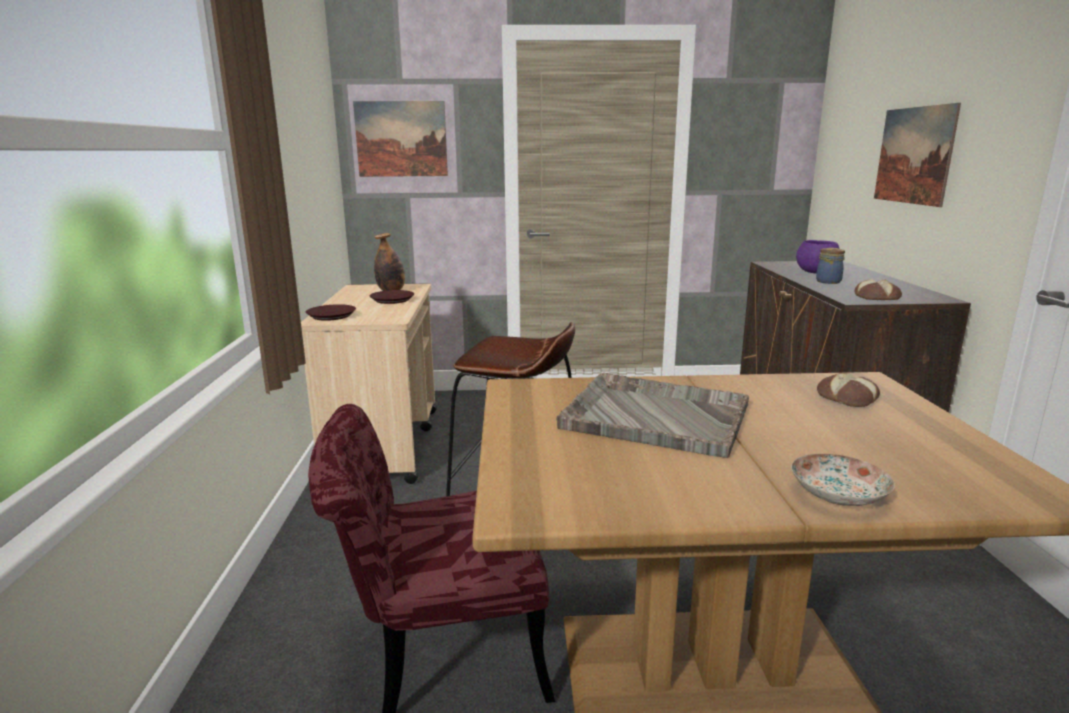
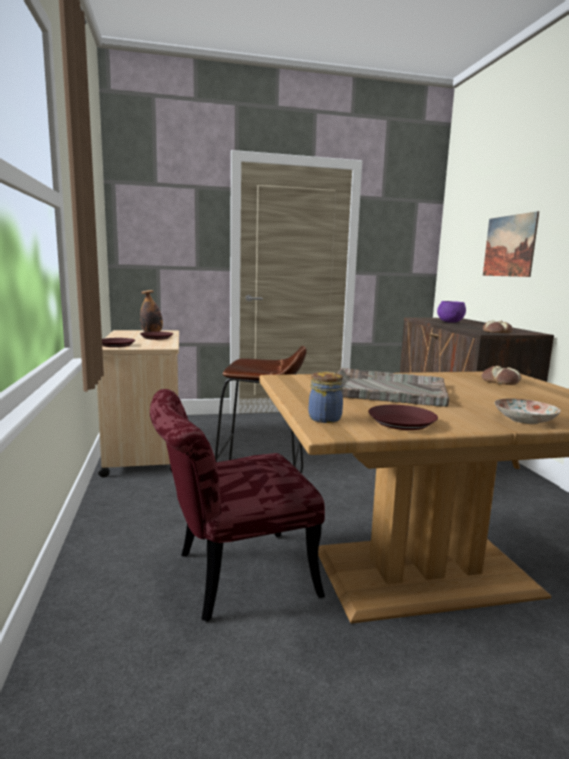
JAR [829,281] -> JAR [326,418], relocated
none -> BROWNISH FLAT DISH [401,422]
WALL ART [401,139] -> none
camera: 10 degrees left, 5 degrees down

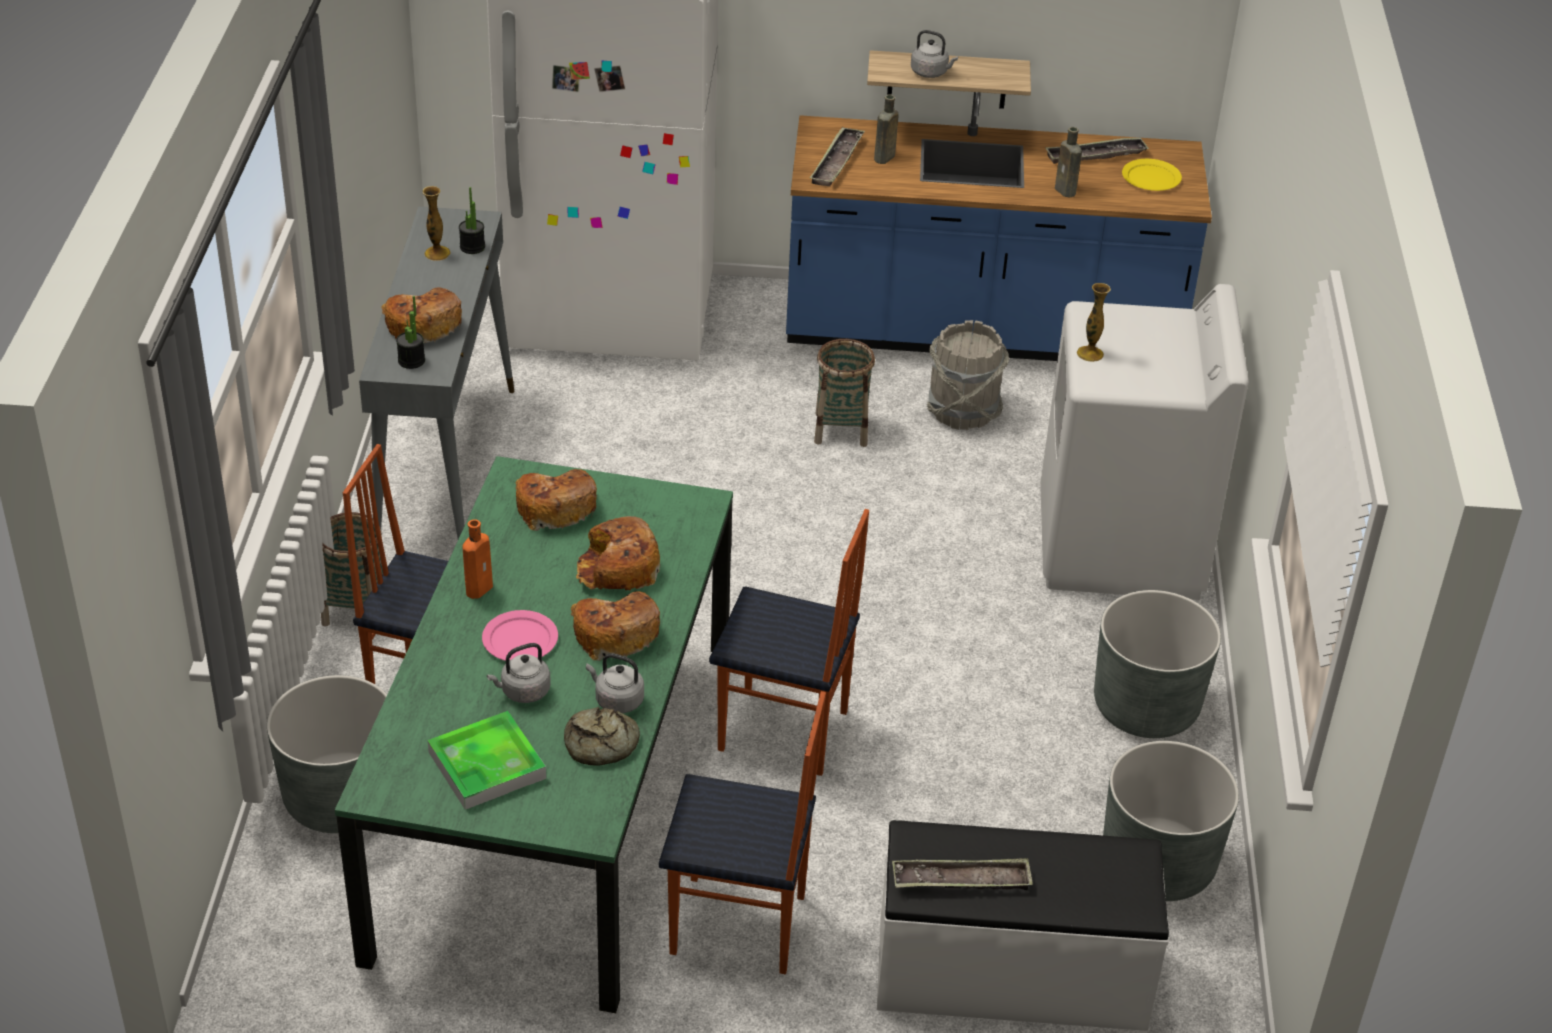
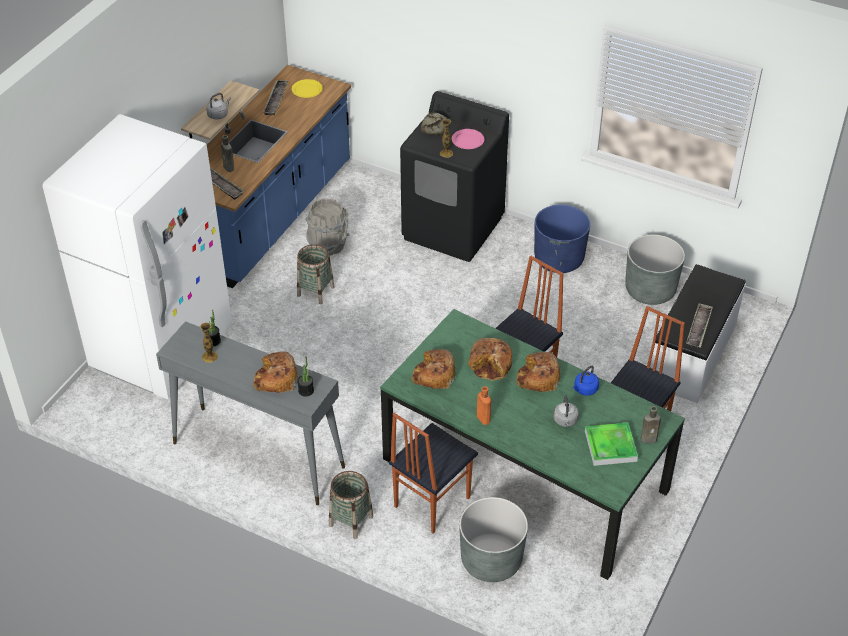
WHITE-COLOURED LAUNDRY MACHINE [1120,545] -> BLACK-COLOURED LAUNDRY MACHINE [453,228]
BAKED BREAD [601,744] -> BAKED BREAD [435,127], relocated
PINK-COLOURED FLAT DISH [520,640] -> PINK-COLOURED FLAT DISH [468,140], relocated
GREYISH FLOWER POT [1146,707] -> BLUE FLOWER POT [559,259]
GREYISH WATER KETTLE [617,700] -> BLUE WATER KETTLE [584,390]
BROWNISH DRINK BOTTLE [1066,191] -> BROWNISH DRINK BOTTLE [650,439], relocated
camera: 65 degrees left, 5 degrees up

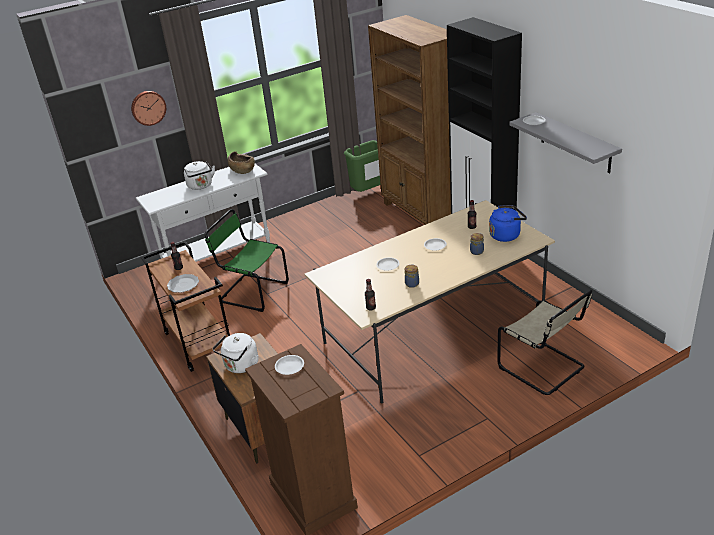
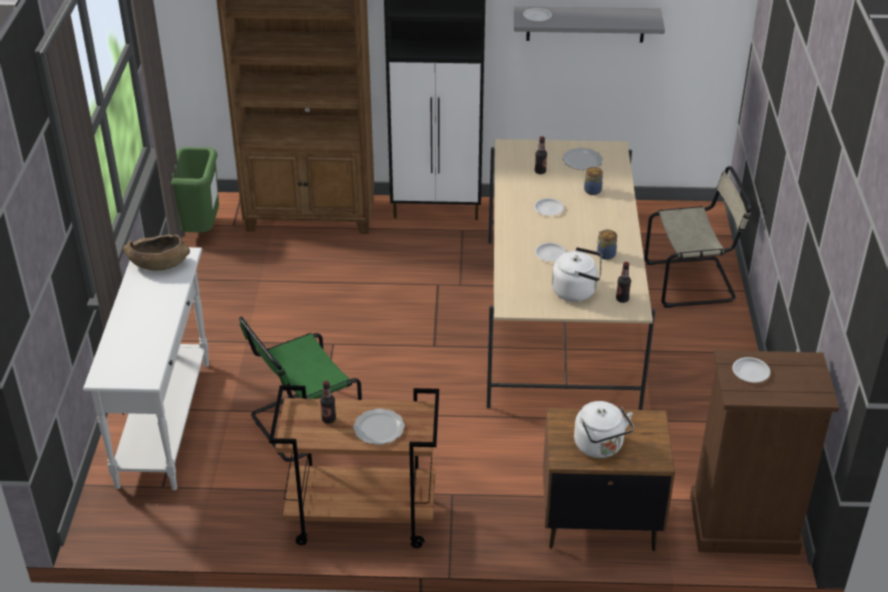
WHITE-COLOURED WATER KETTLE [201,186] -> WHITE-COLOURED WATER KETTLE [577,291], relocated
BLUE WATER KETTLE [506,235] -> FLAT DISH [583,160]
HANGING CLOCK [148,107] -> none
camera: 60 degrees left, 5 degrees up

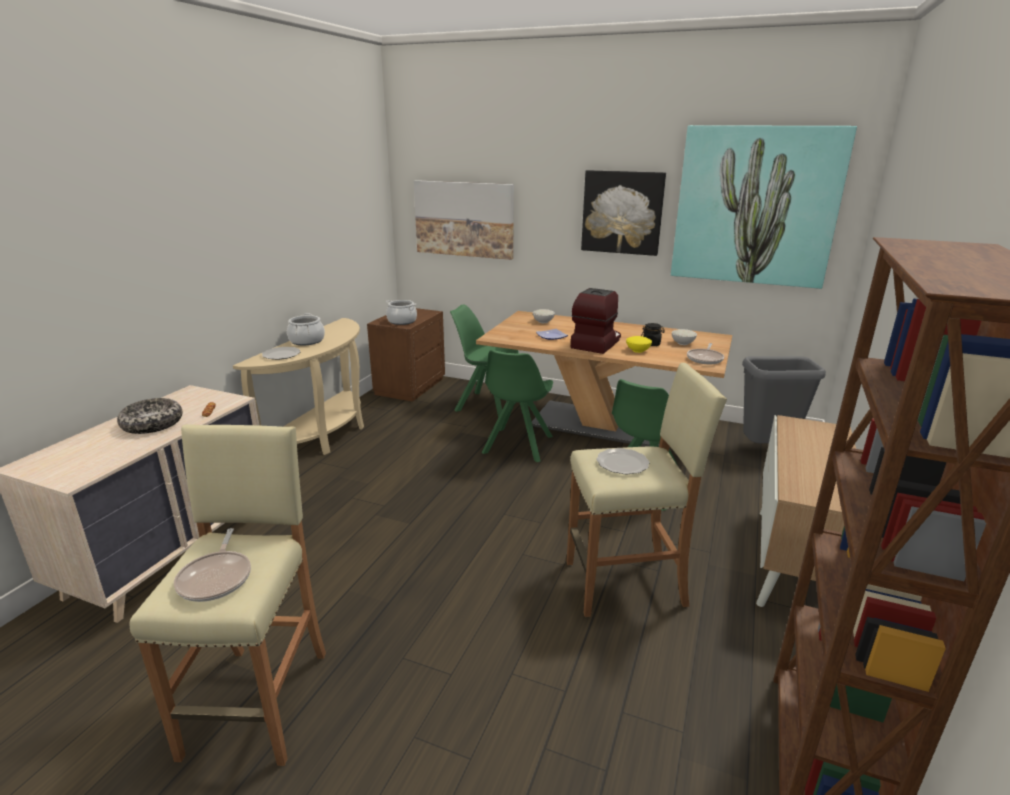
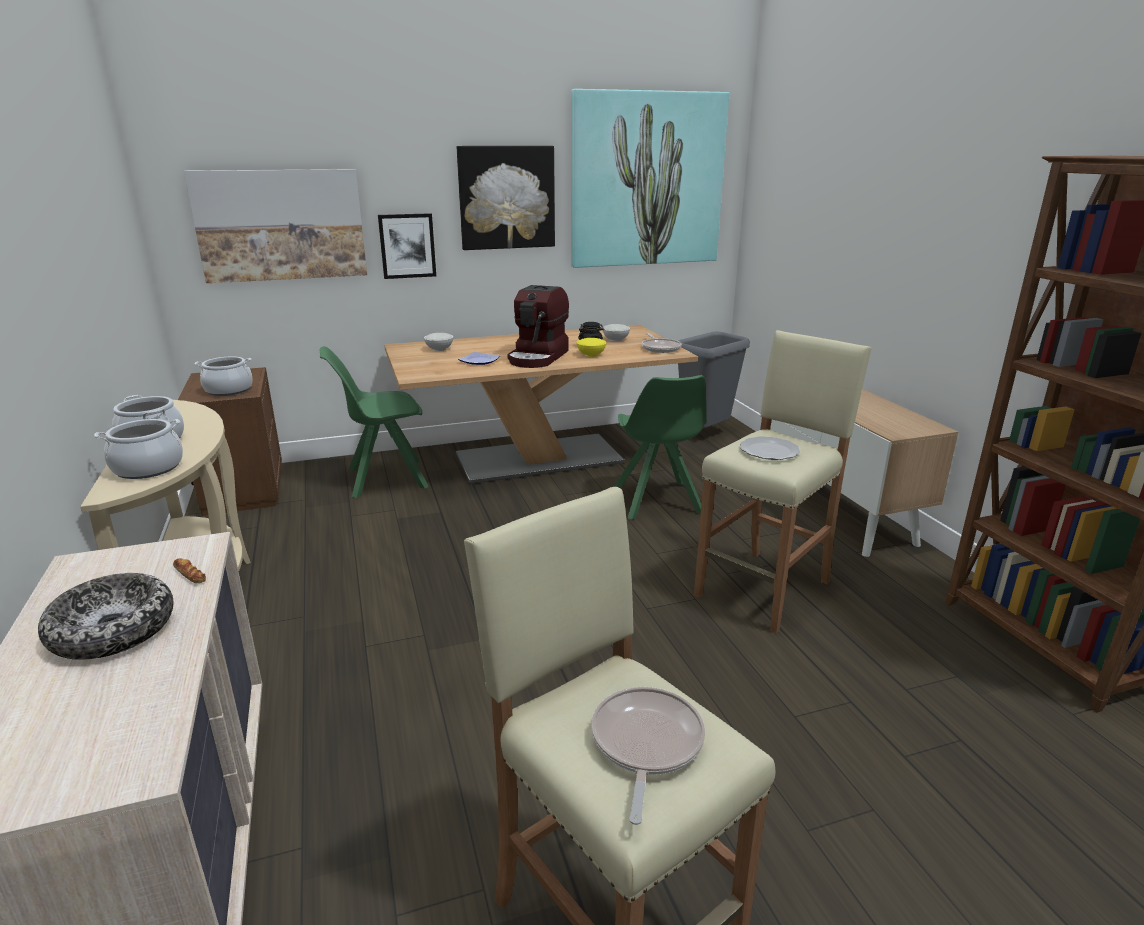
FLAT DISH [282,354] -> STOCKPOT [148,468]
none -> WALL ART [407,246]
COFFEE BREWER [596,343] -> COFFEE BREWER [538,357], 150 degrees counterclockwise
PAN [216,578] -> PAN [645,744], 120 degrees counterclockwise
GREEN-COLOURED PLAIN CHAIR [517,445] -> none
camera: 40 degrees left, 0 degrees up

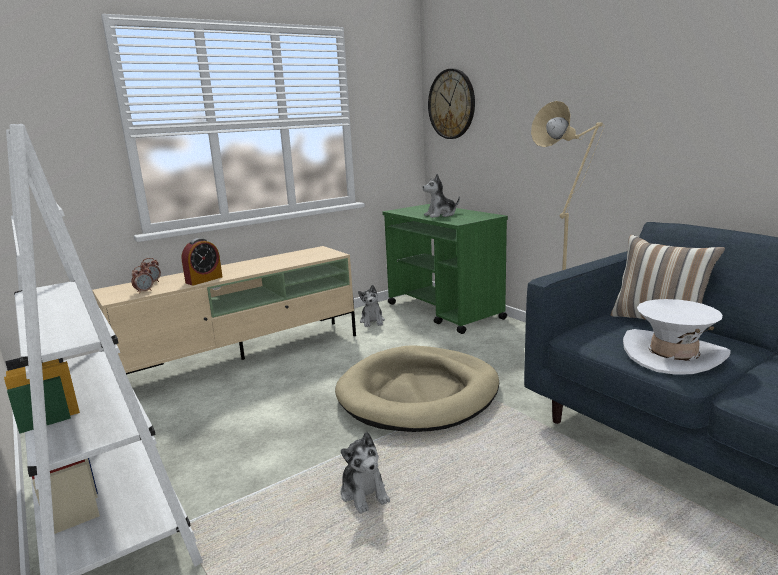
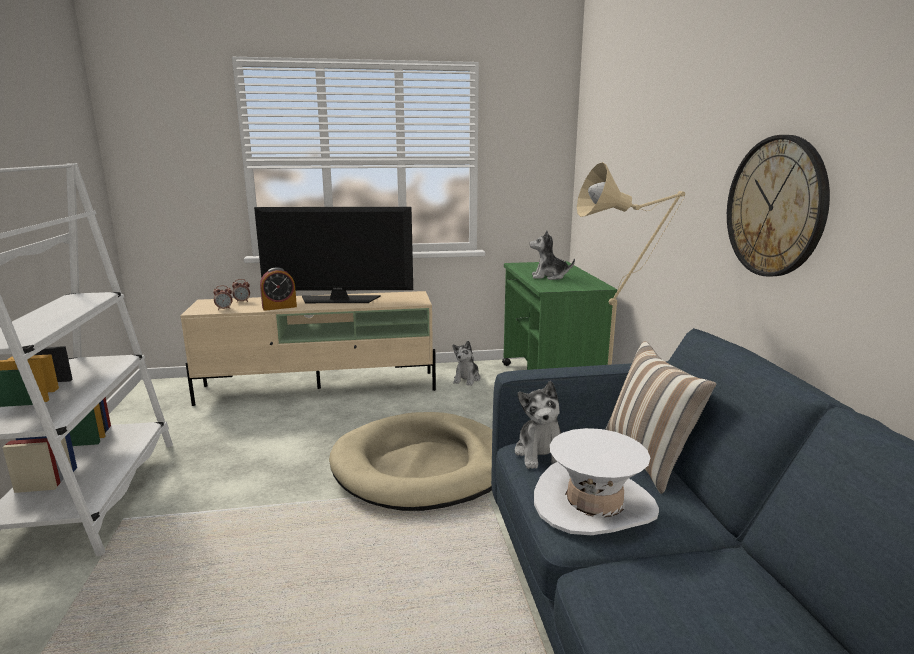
none -> TV [339,299]
CUDDLY TOY [364,493] -> CUDDLY TOY [540,454], relocated
HANGING CLOCK [451,104] -> HANGING CLOCK [775,207], relocated
camera: 25 degrees right, 0 degrees up

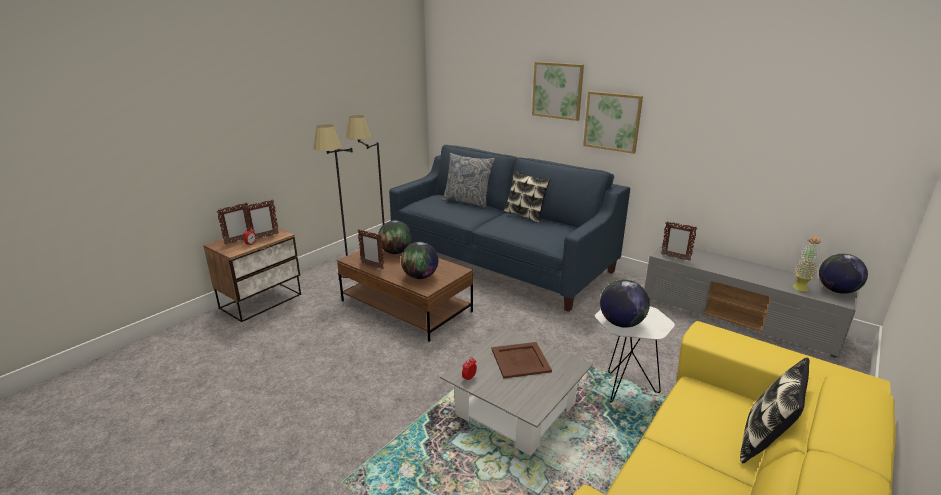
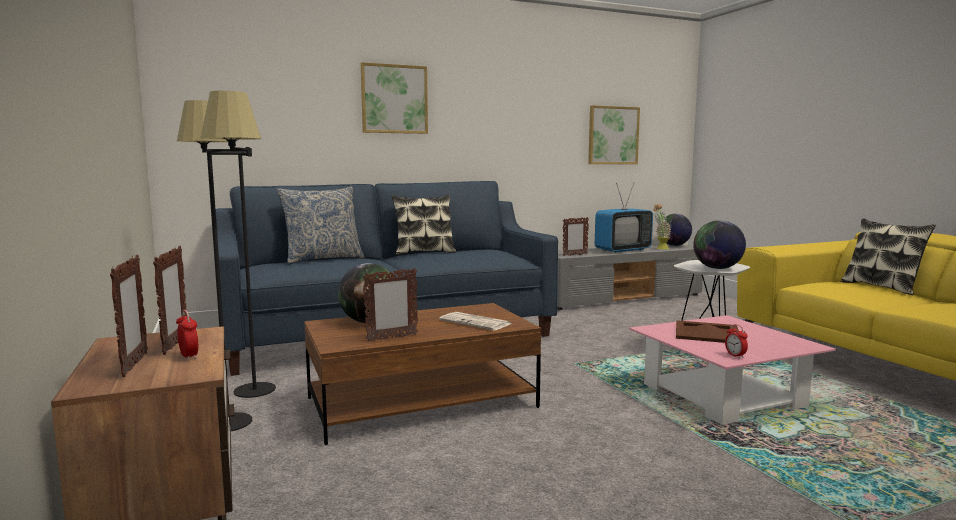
DESK GLOBE [420,277] -> NEWSPAPER [476,322]
WALL ART [612,121] -> WALL ART [613,135], relocated
none -> TV [622,250]
GREYISH LOW TABLE [516,409] -> PINK-COLOURED LOW TABLE [722,395]
camera: 60 degrees left, 15 degrees down

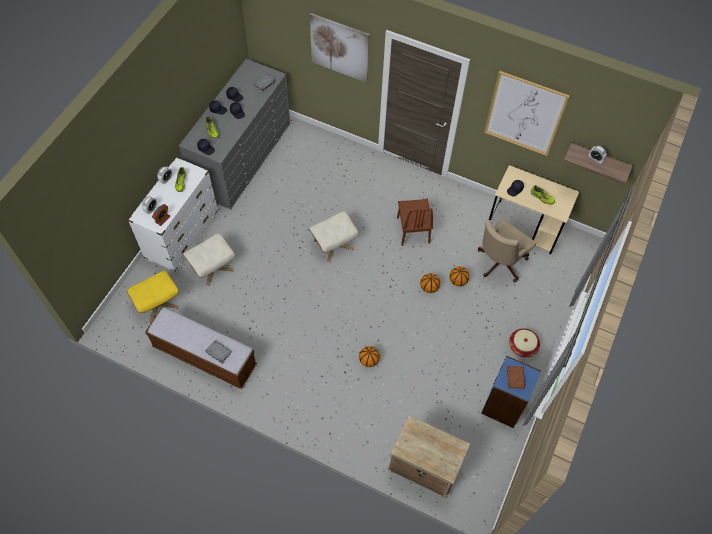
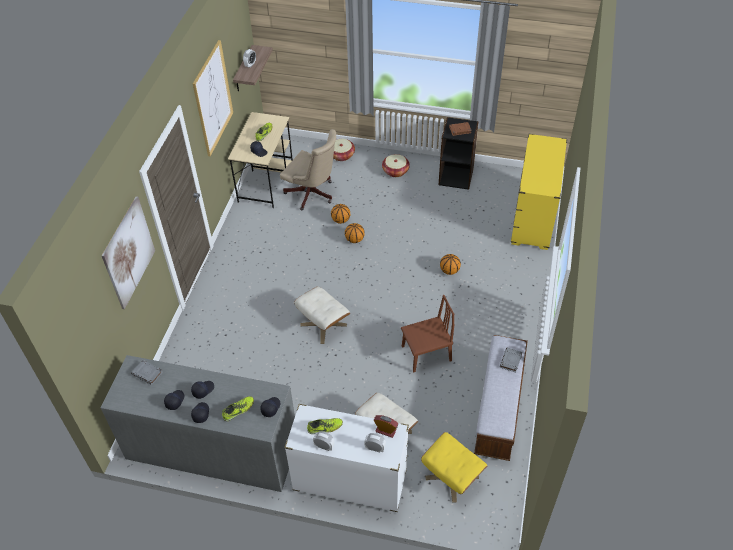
none -> STORAGE BASKET [341,155]
BROWNISH PLAIN CHAIR [413,230] -> BROWNISH PLAIN CHAIR [426,353], relocated
BLUE BOOKSHELF [503,406] -> BLACK-COLOURED BOOKSHELF [456,177]
BEIGE NIGHT TABLE [423,467] -> YELLOW-COLOURED DRESSER [533,218]
camera: 100 degrees left, 10 degrees down

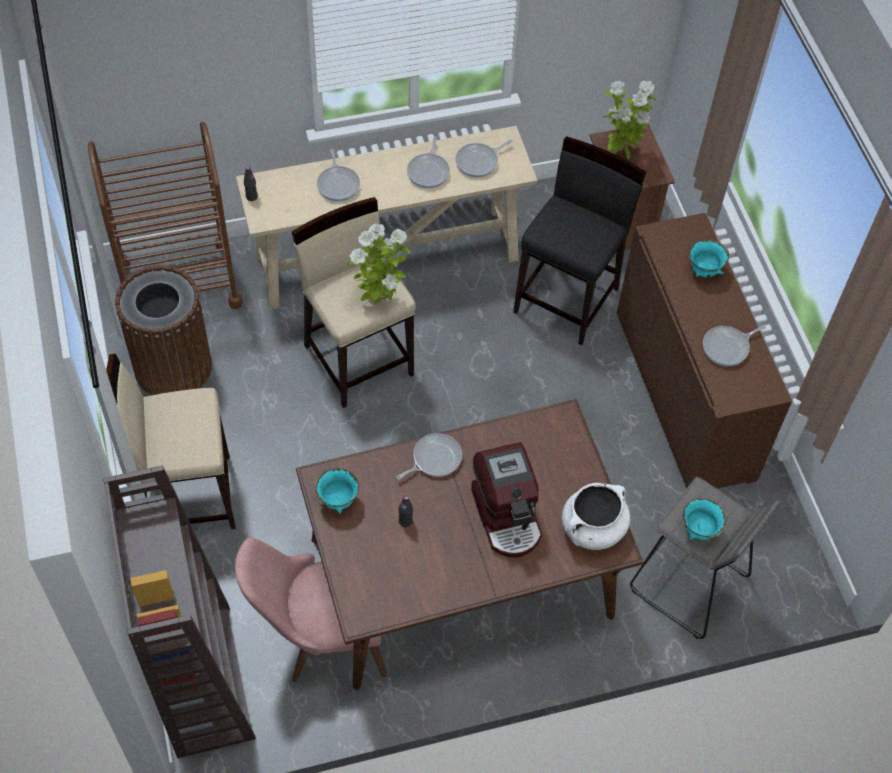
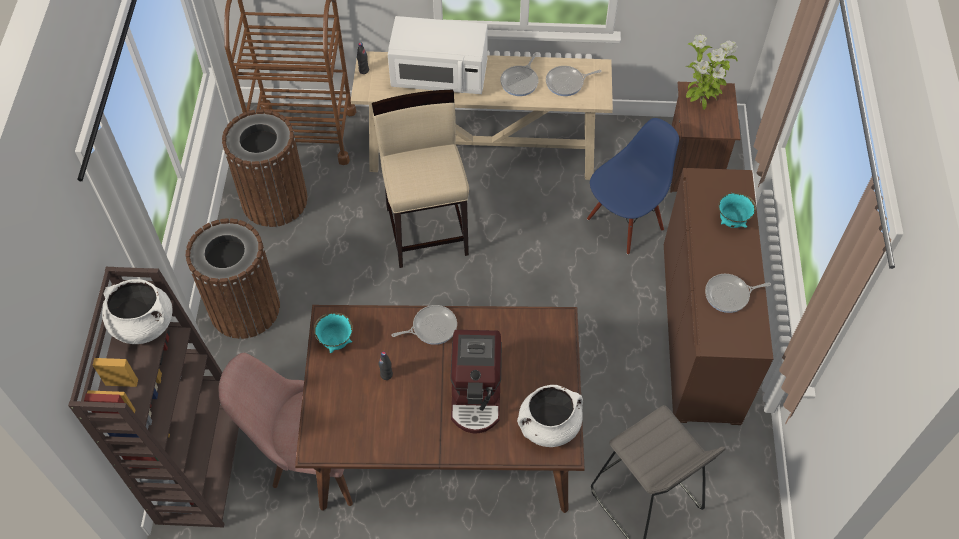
none -> WHITE-COLOURED STOCKPOT [143,324]
BEIGE STOOL [185,496] -> BROWNISH RUBBISH BIN [244,308]
PAN [338,184] -> WHITE-COLOURED MICROWAVE OVEN [439,75]
BLACK-COLOURED STOOL [567,299] -> BLUE PLAIN CHAIR [624,222]
POTTED PLANT [379,300] -> none
TURQUOISE BOWL [699,531] -> none
camera: 20 degrees right, 0 degrees up

